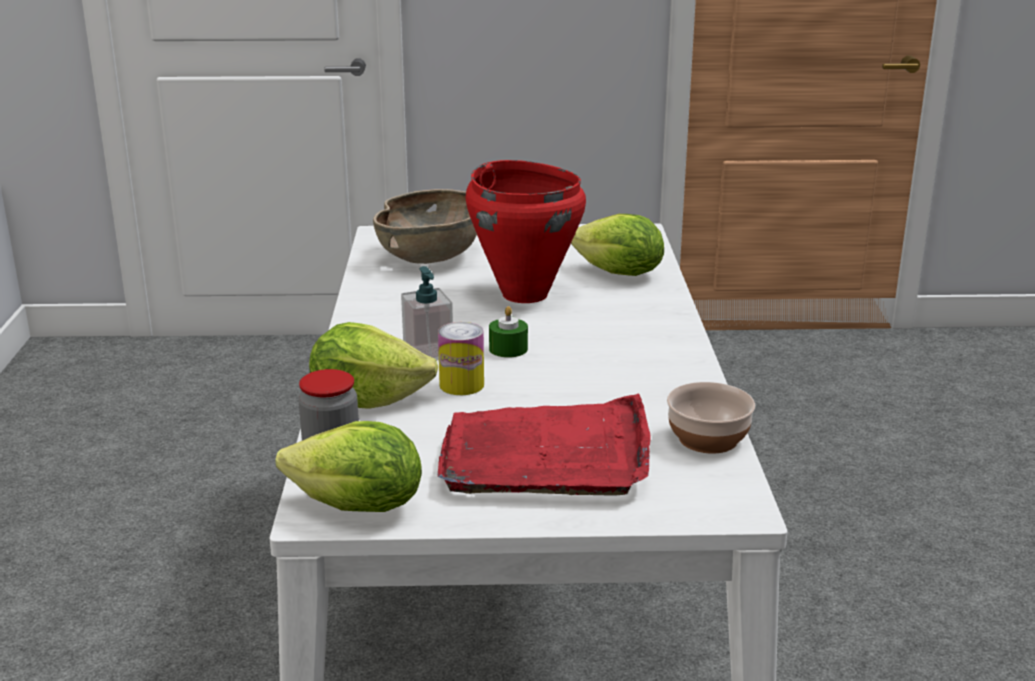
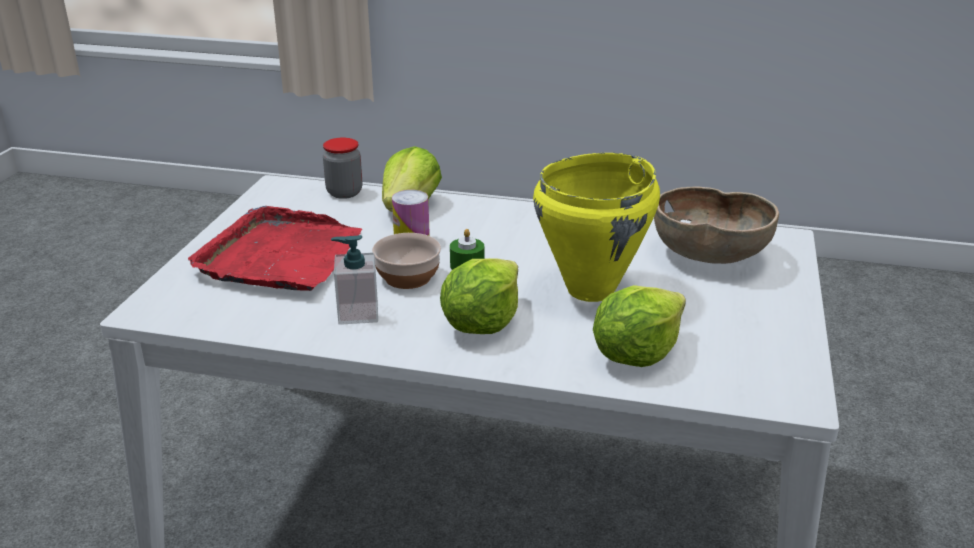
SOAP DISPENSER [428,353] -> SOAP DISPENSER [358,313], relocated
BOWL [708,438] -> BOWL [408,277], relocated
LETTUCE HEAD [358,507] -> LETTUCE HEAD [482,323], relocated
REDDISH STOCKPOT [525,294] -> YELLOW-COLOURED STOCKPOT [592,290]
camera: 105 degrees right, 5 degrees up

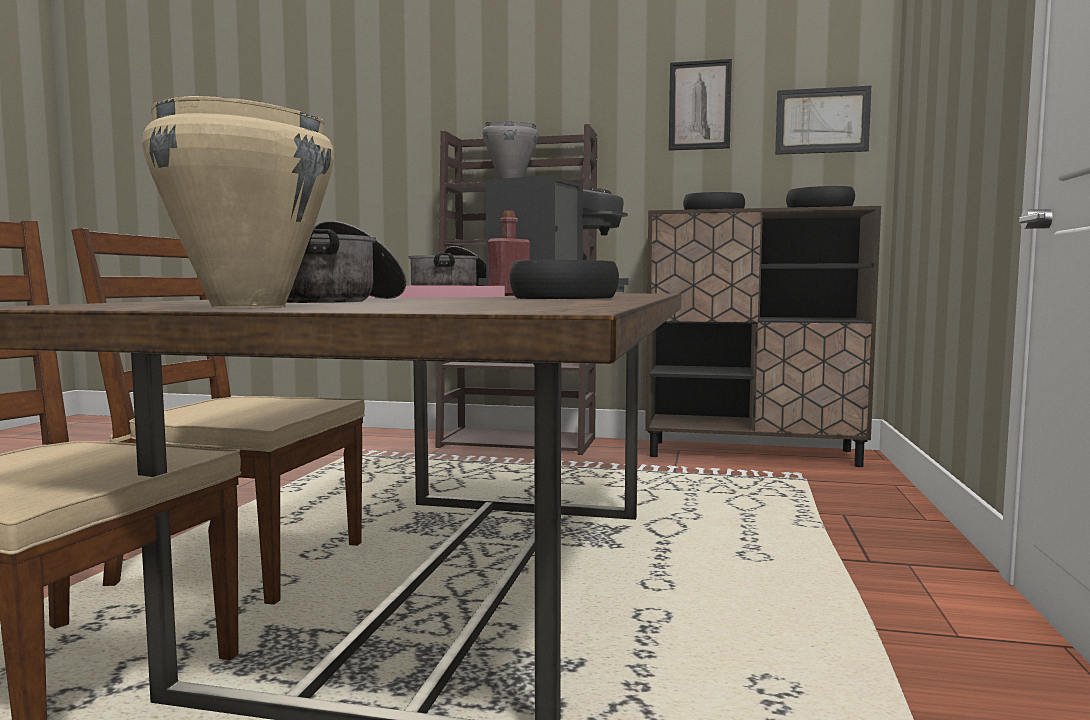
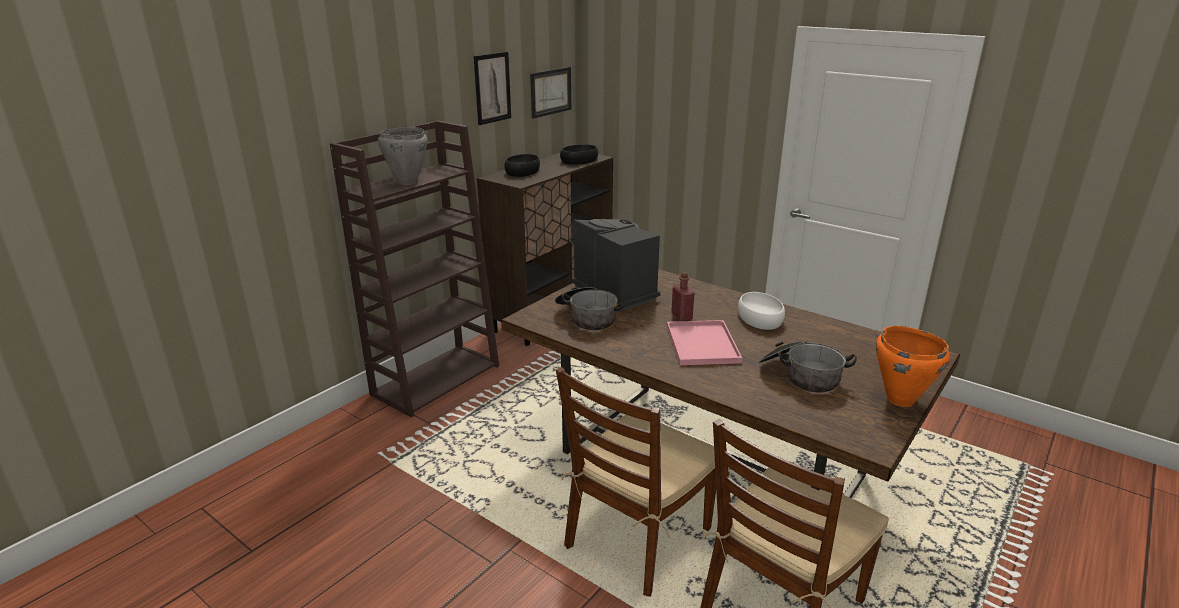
BLACK-COLOURED BOWL [565,298] -> WHITE-COLOURED BOWL [760,318]
BEIGE STOCKPOT [251,307] -> ORANGE-COLOURED STOCKPOT [900,399]
camera: 65 degrees left, 20 degrees up

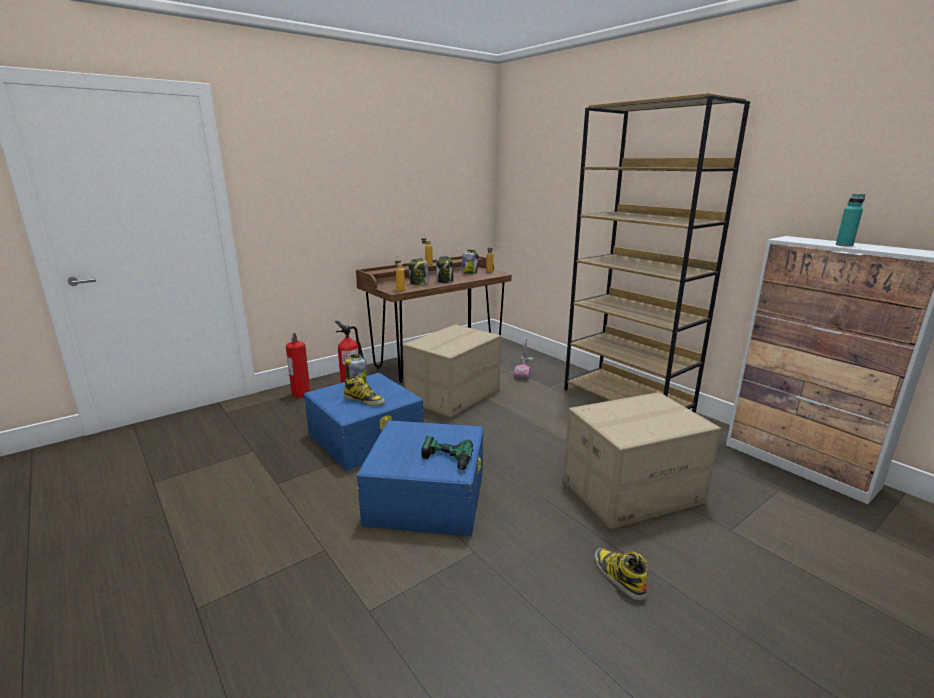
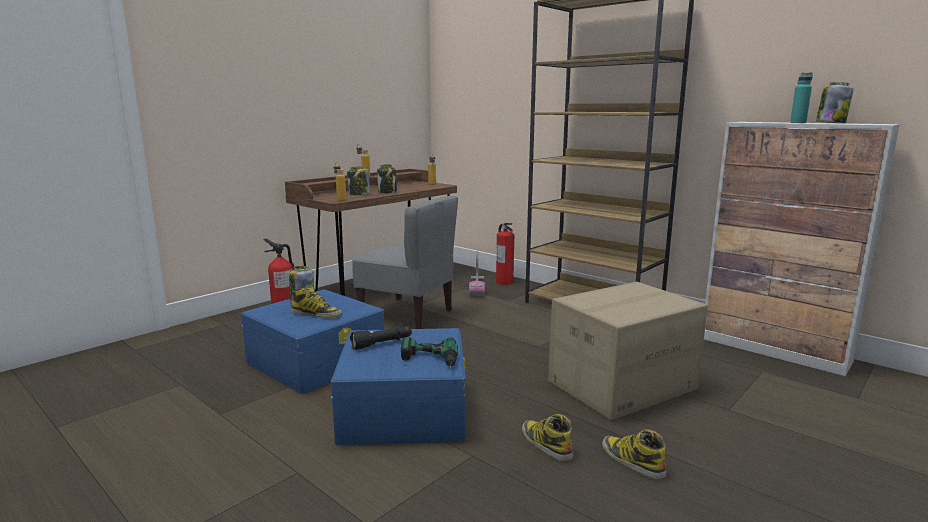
none -> BLACK-COLOURED TORCH [382,344]
PACKING BOX [454,395] -> GREYISH PLAIN CHAIR [407,315]
FIRE EXTINGUISHER [301,393] -> FIRE EXTINGUISHER [504,282], relocated
none -> HIGH-TOP BOOT [545,444]
JAR [469,273] -> JAR [830,123], relocated
camera: 10 degrees left, 5 degrees down

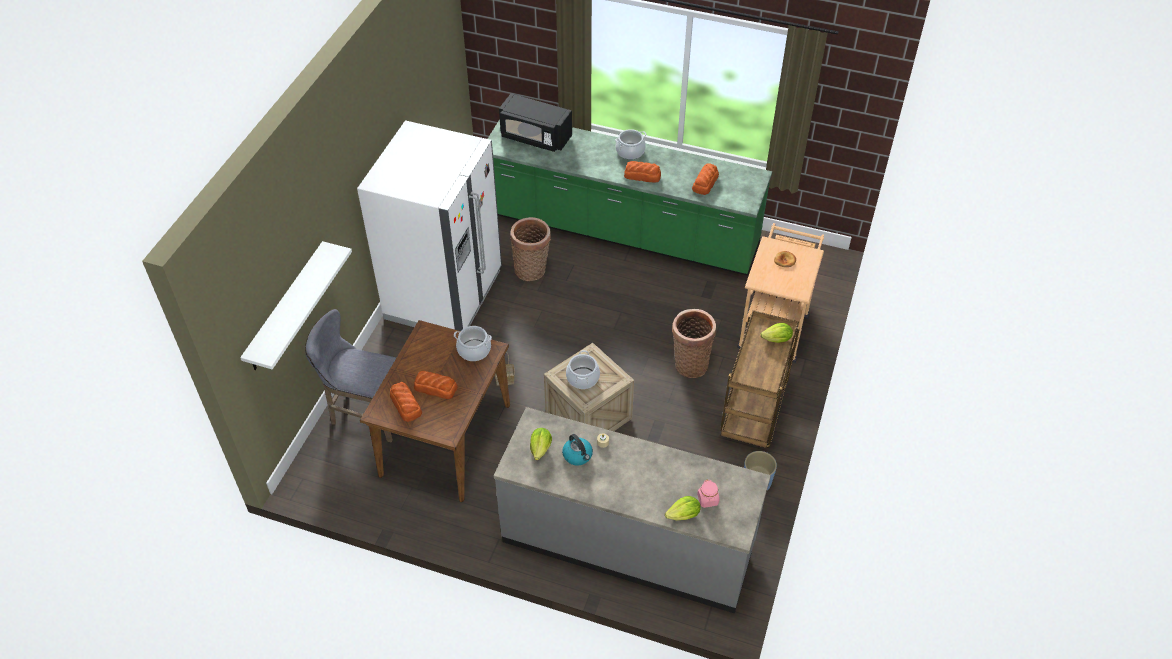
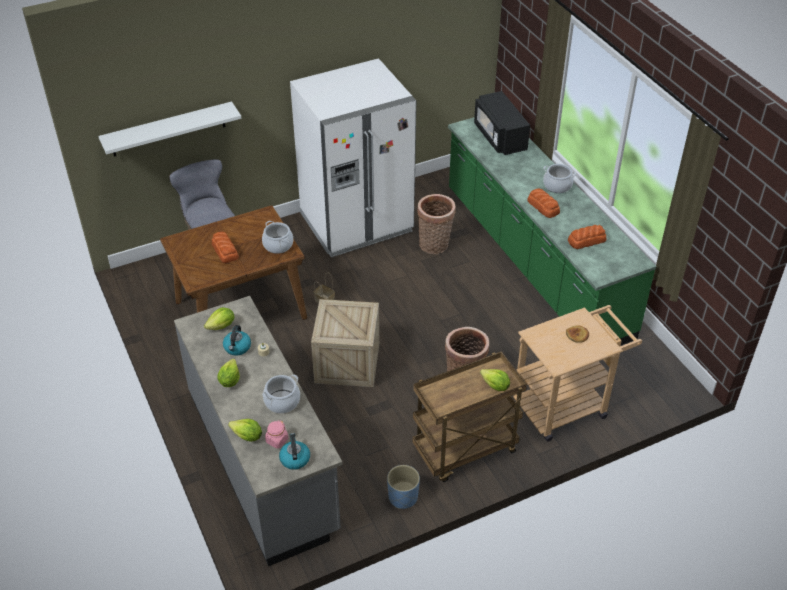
none -> LETTUCE HEAD [229,380]
STOCKPOT [582,378] -> STOCKPOT [282,401], relocated
none -> WATER KETTLE [294,458]
BAKED BREAD [406,405] -> none
camera: 45 degrees right, 5 degrees down

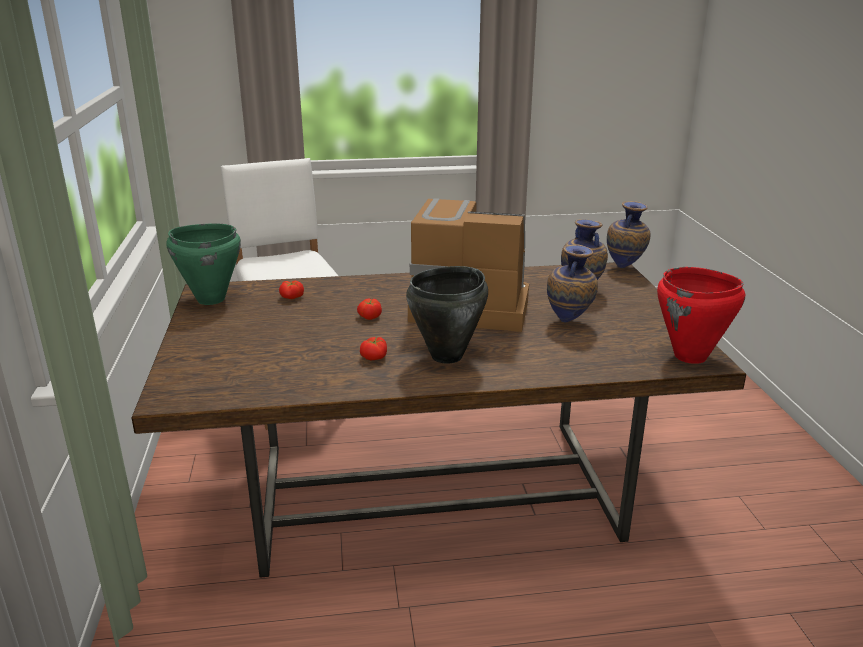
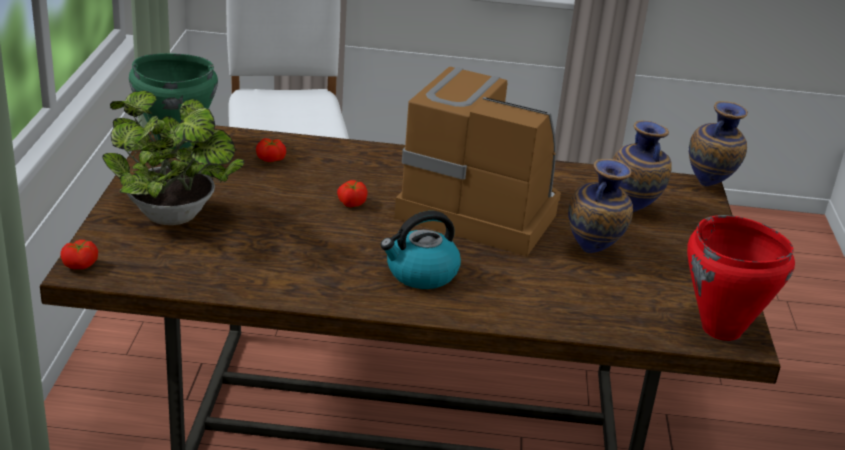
TOMATO [374,357] -> TOMATO [81,265], relocated
none -> POTTED PLANT [176,218]
BLACK-COLOURED STOCKPOT [447,356] -> WATER KETTLE [421,274]
camera: 10 degrees right, 5 degrees up

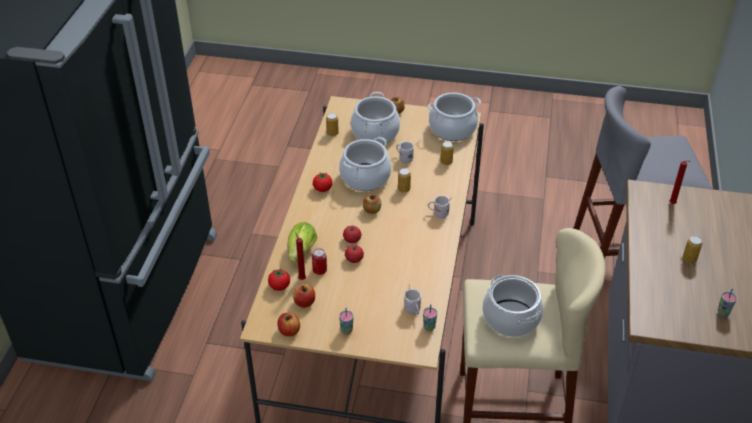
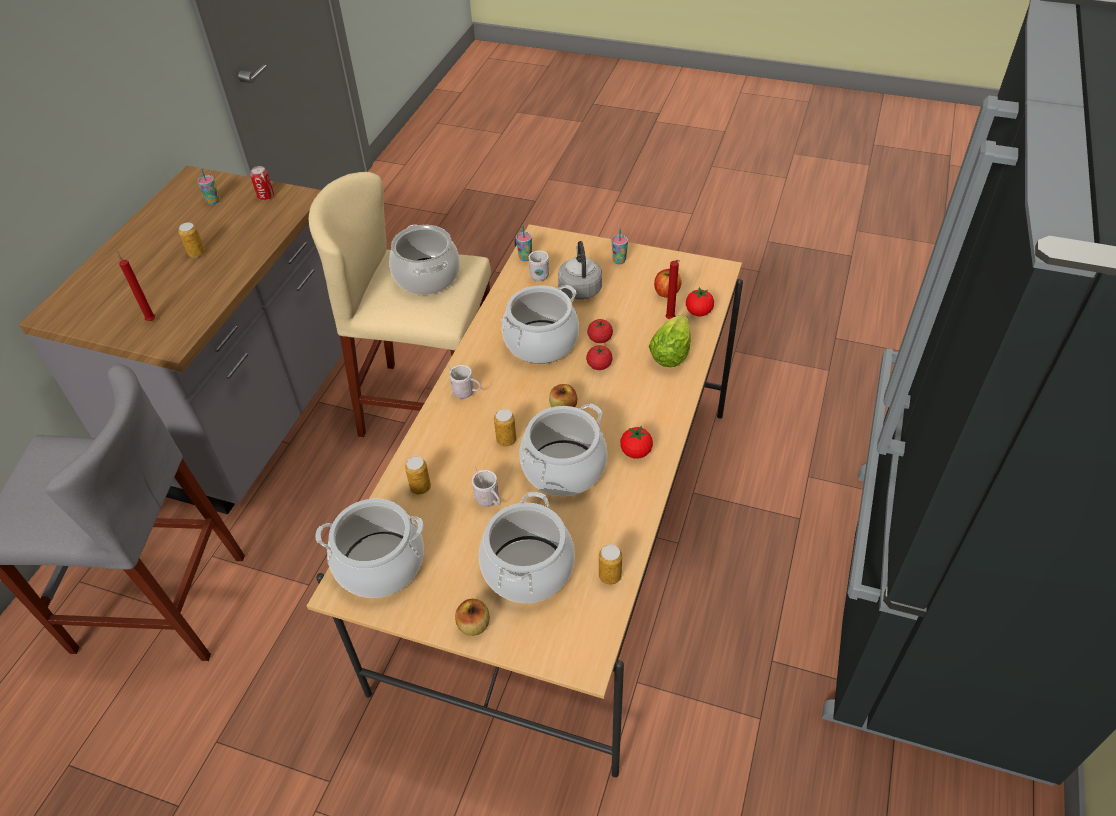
SEALED CAN [320,270] -> SEALED CAN [266,196], relocated
none -> STOCKPOT [541,342]
none -> GREYISH WATER KETTLE [580,288]
WHOLE APPLE [289,331] -> none
camera: 170 degrees left, 5 degrees up

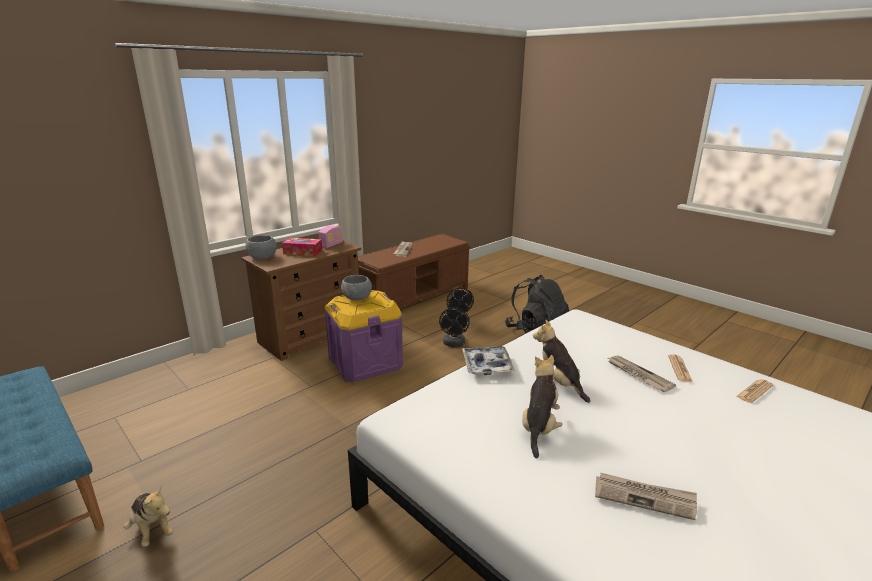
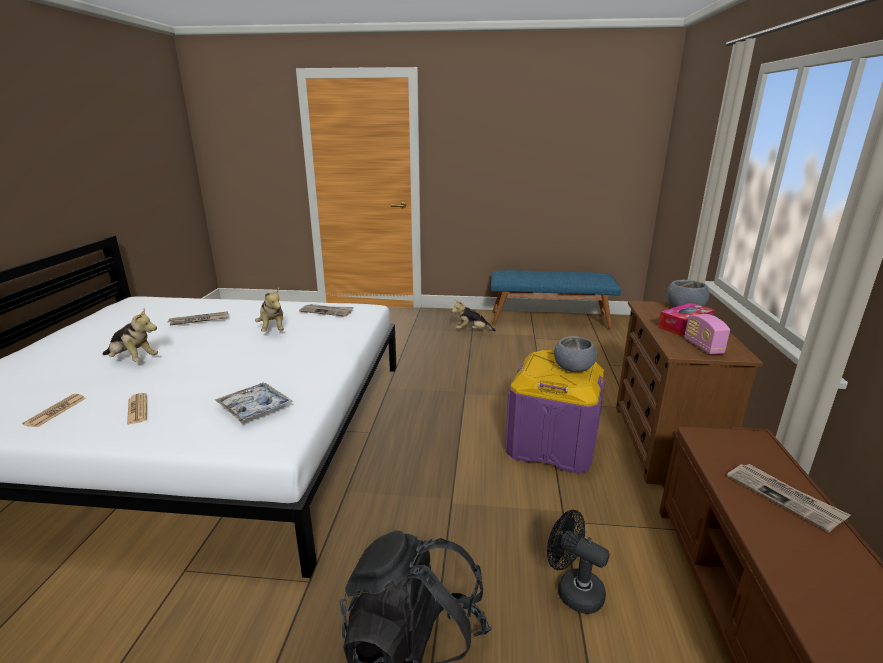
CUDDLY TOY [558,382] -> CUDDLY TOY [133,360], relocated
SERVING TRAY [487,365] -> SERVING TRAY [254,408], relocated
NEWSPAPER [638,375] -> NEWSPAPER [327,311], relocated
BLACK-COLOURED ELECTRIC FAN [454,344] -> none
camera: 140 degrees right, 0 degrees up

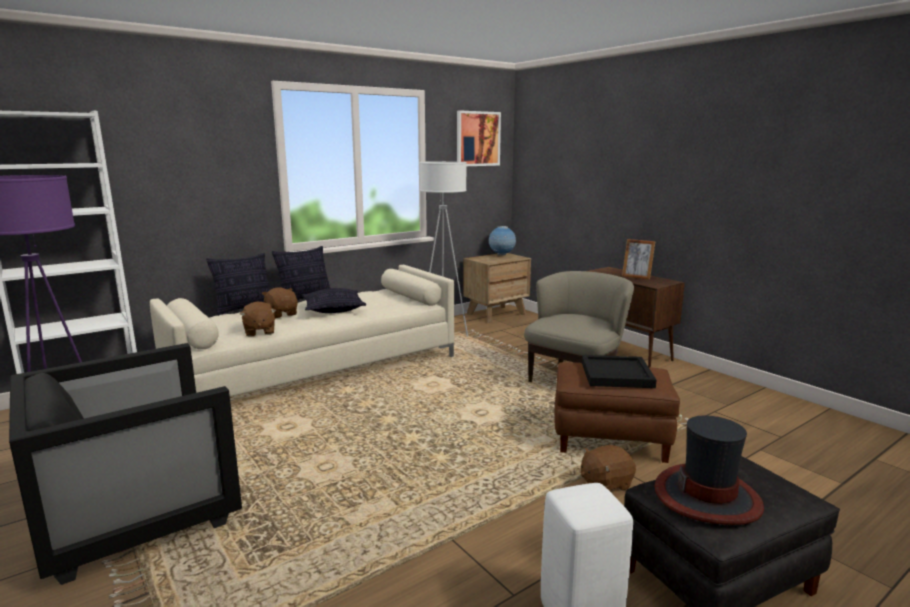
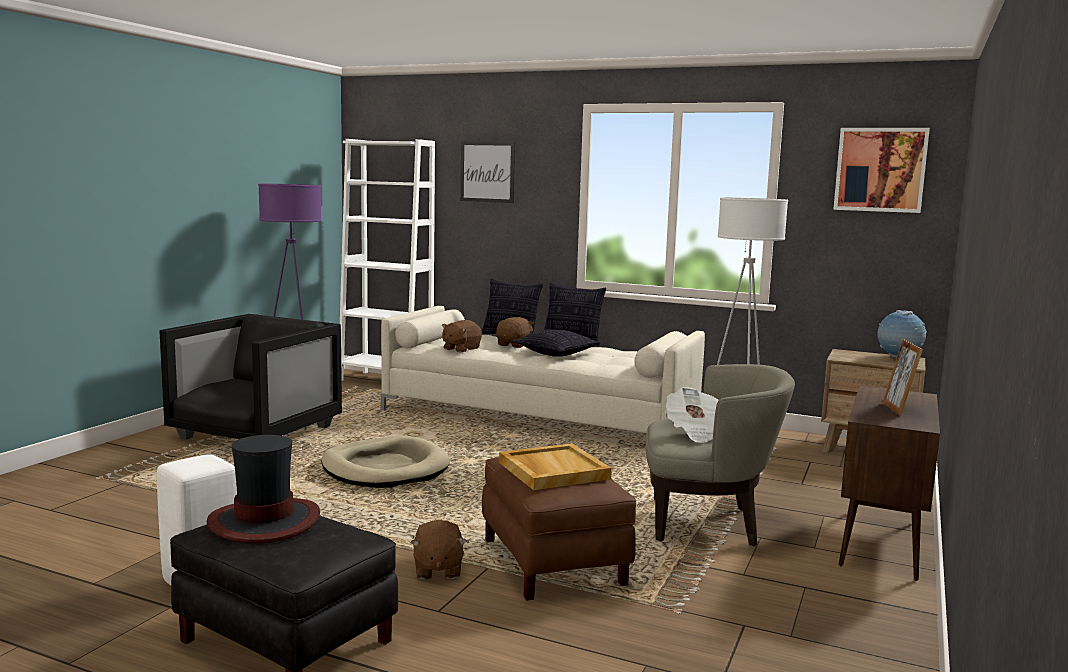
BLACK-COLOURED EASY CHAIR [140,514] -> BLACK-COLOURED EASY CHAIR [256,433], 90 degrees clockwise
none -> BEIGE PET BED [385,468]
BROWNISH CUDDLY TOY [605,483] -> BROWNISH CUDDLY TOY [437,570], 135 degrees counterclockwise
none -> WALL ART [487,172]
BLACK-COLOURED SERVING TRAY [616,375] -> BEIGE SERVING TRAY [552,470]
none -> NEWSPAPER [696,433]
camera: 60 degrees right, 5 degrees down

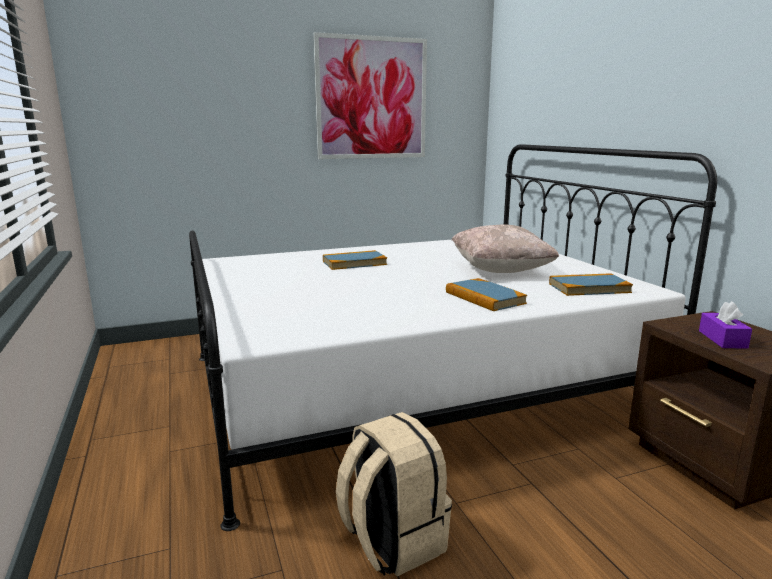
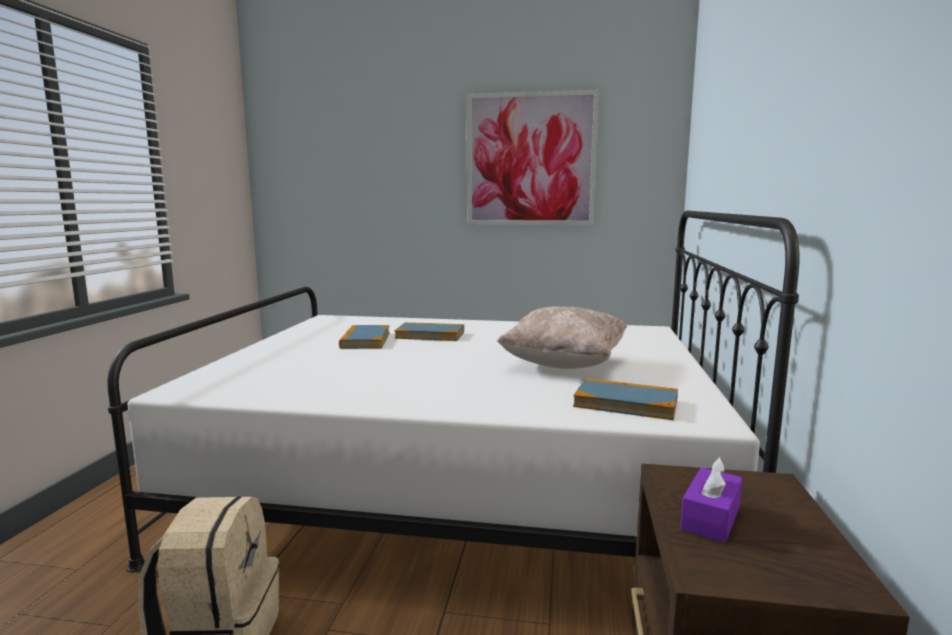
VOLUME [484,298] -> VOLUME [365,340], relocated
camera: 30 degrees right, 5 degrees down

